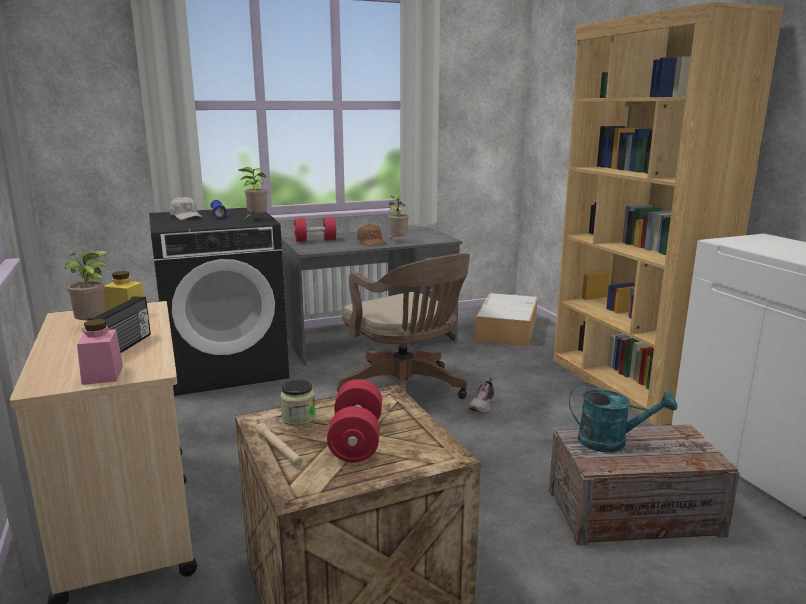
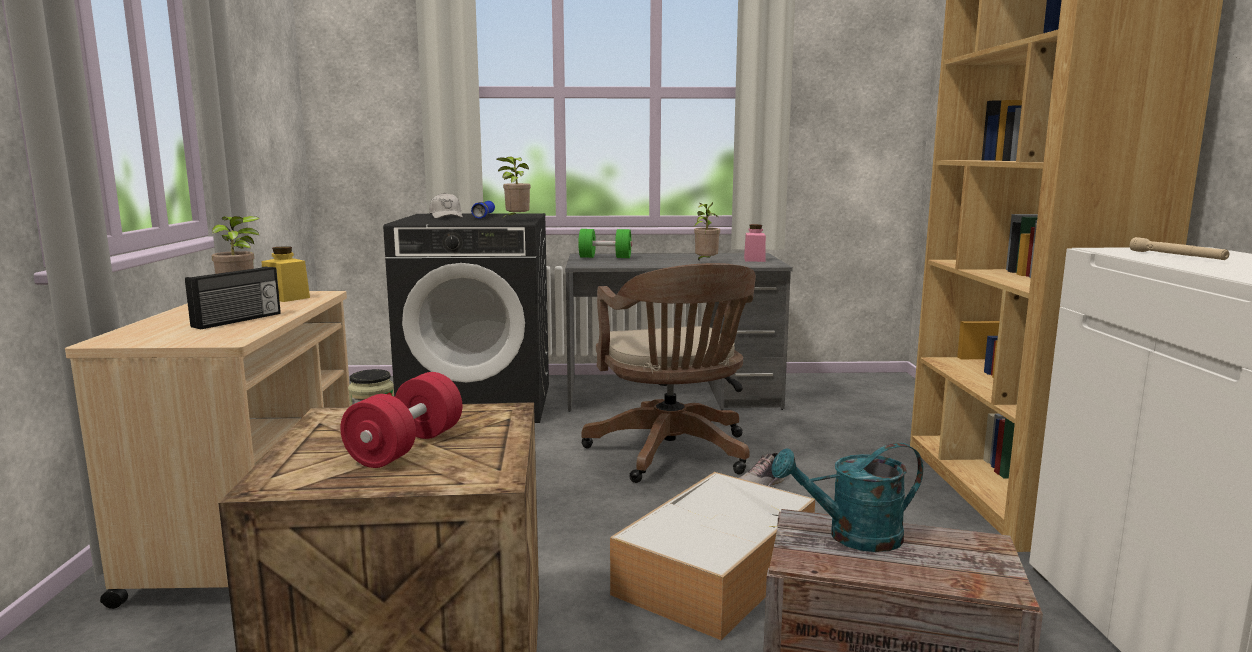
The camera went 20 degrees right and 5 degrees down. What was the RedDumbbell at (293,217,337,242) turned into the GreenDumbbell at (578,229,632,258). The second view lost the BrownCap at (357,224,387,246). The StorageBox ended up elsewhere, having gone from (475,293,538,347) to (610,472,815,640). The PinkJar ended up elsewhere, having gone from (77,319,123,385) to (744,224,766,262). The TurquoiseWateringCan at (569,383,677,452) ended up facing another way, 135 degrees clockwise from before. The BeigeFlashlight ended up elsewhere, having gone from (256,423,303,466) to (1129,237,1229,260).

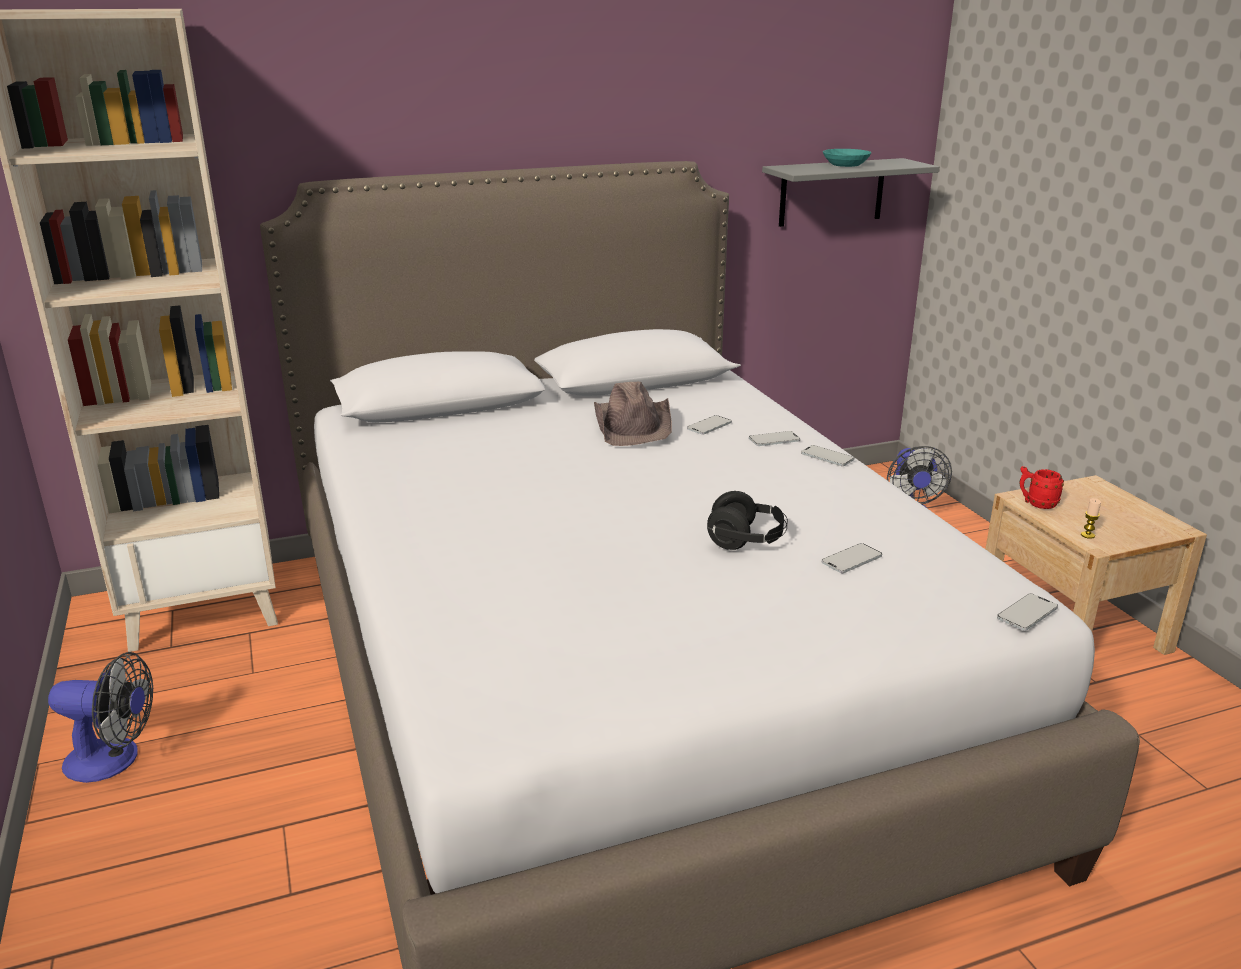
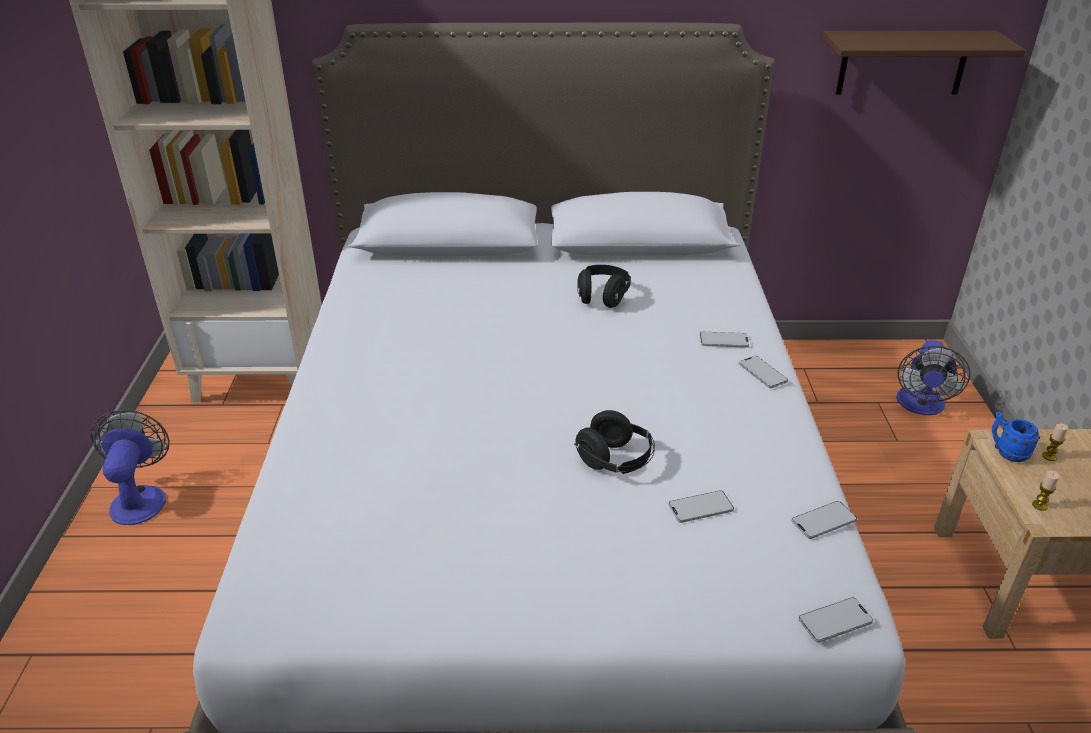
The camera went 20 degrees right and 10 degrees up. The second view lost the TurquoiseBowl at (823,149,871,167). What was the GreyShelf at (762,158,940,227) turned into the BrownShelf at (823,31,1026,95). Where the BrownHat stood at (594,382,672,446), the BlackHeadphones came to stand at (577,265,631,308). The Phone ended up elsewhere, having gone from (687,415,732,435) to (792,501,857,539). What was the RedMug at (1020,466,1064,509) turned into the BlueMug at (992,412,1040,462). The Fan at (48,652,153,783) ended up facing another way, 120 degrees counterclockwise from before. The second view gained the Candle at (1042,424,1068,461).

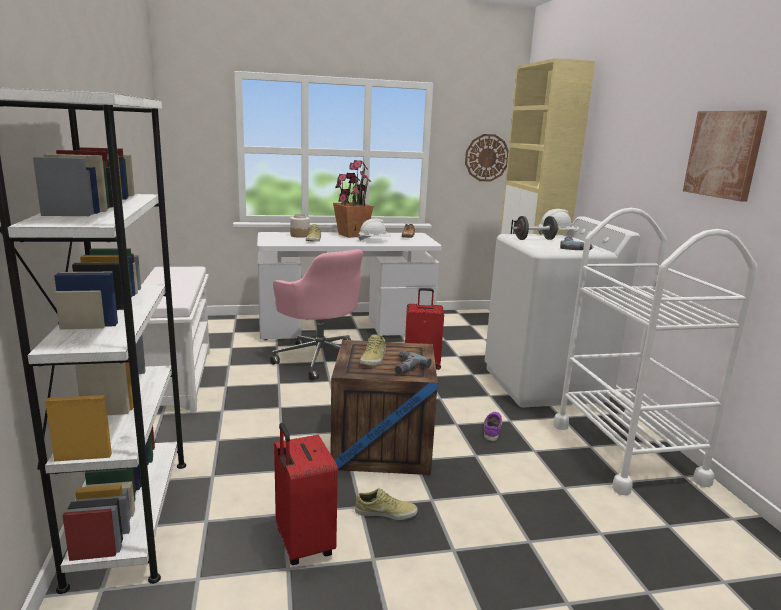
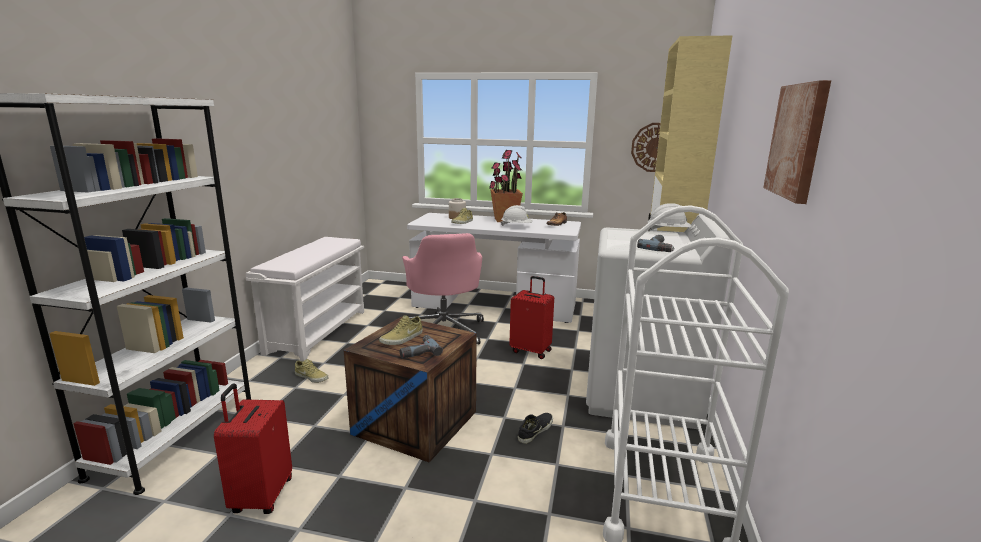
The camera went 25 degrees right and 0 degrees up. The second view lost the BlackDumbbell at (513,216,559,240). What was the PurpleShoe at (484,412,502,441) turned into the BlackShoe at (518,413,553,444). The BeigeShoe ended up elsewhere, having gone from (355,488,418,520) to (295,359,328,383).

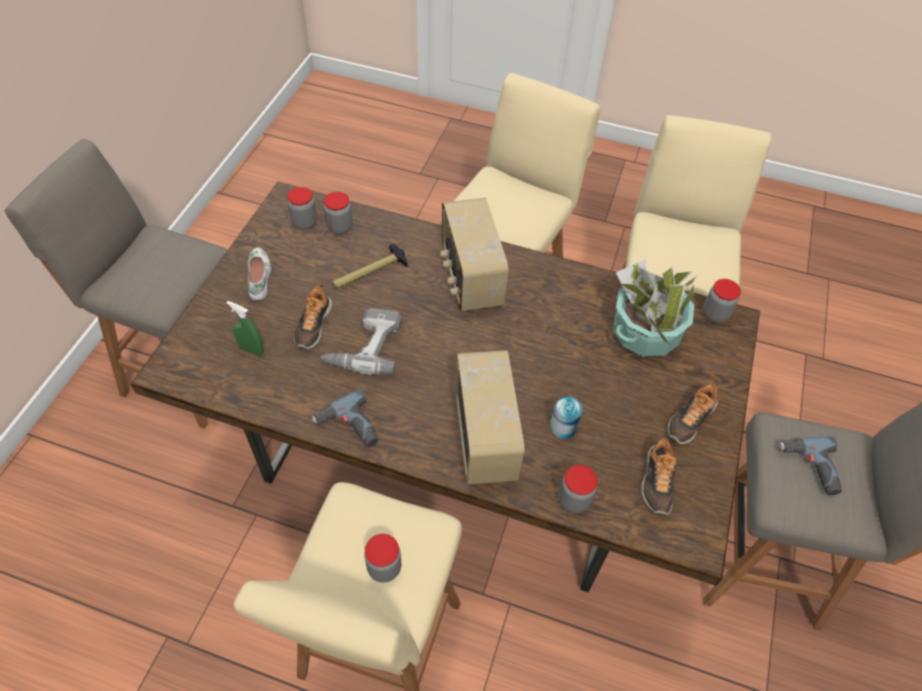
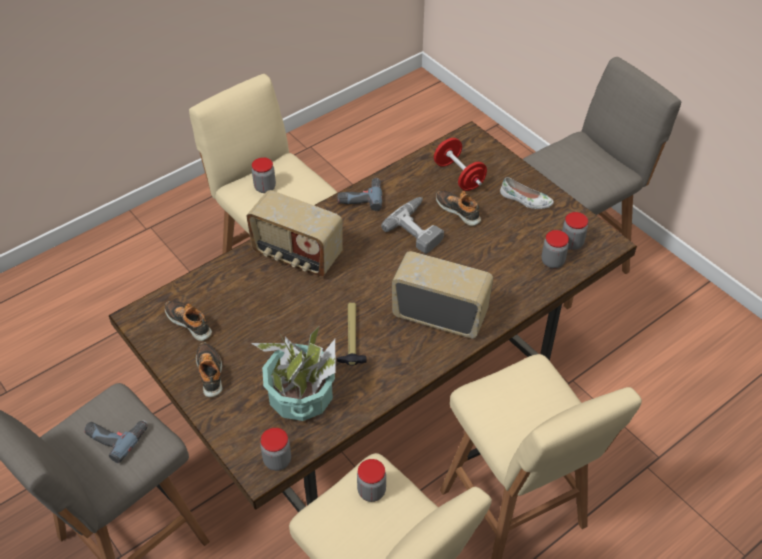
The camera went 125 degrees right and 5 degrees down. The Hammer ended up elsewhere, having gone from (332,244,408,289) to (337,303,367,366). Where the GreenSprayBottle stood at (227,301,264,356), the RedDumbbell came to stand at (434,138,487,191). The second view lost the Can at (550,396,583,439). The Jar ended up elsewhere, having gone from (559,465,597,513) to (357,459,386,502).

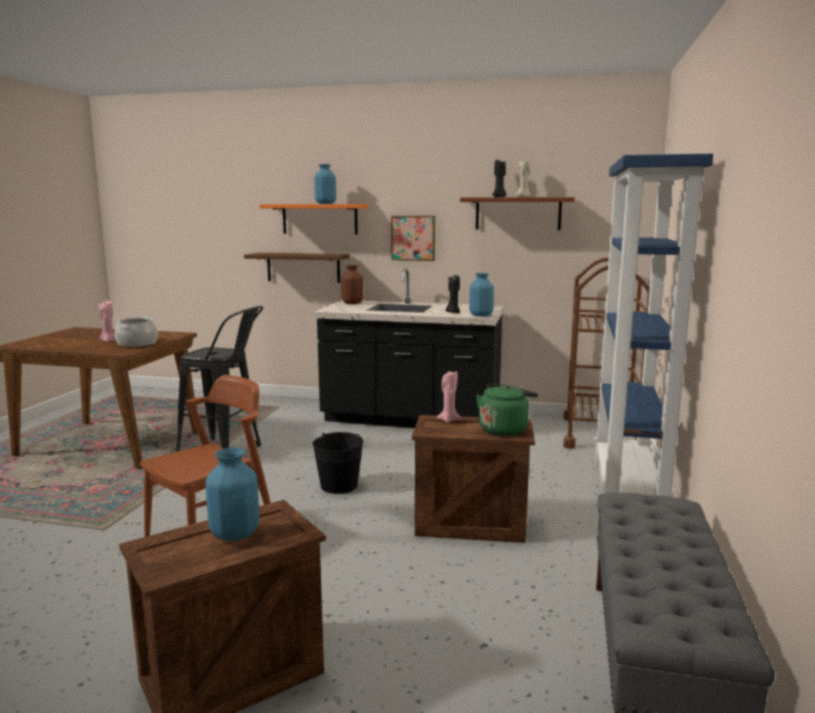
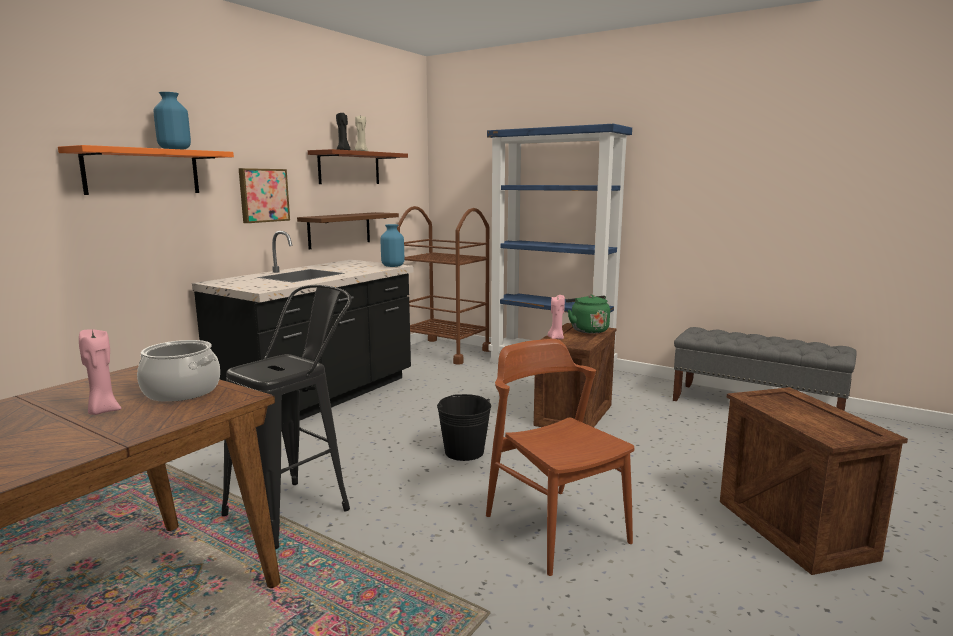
The camera went 70 degrees left and 0 degrees up. The BrownShelf ended up elsewhere, having gone from (244,253,350,283) to (297,212,399,249). The second view lost the BrownVase at (341,265,363,304). The second view lost the BlackCandle at (446,275,460,313). The second view lost the BlueVase at (205,448,259,541).

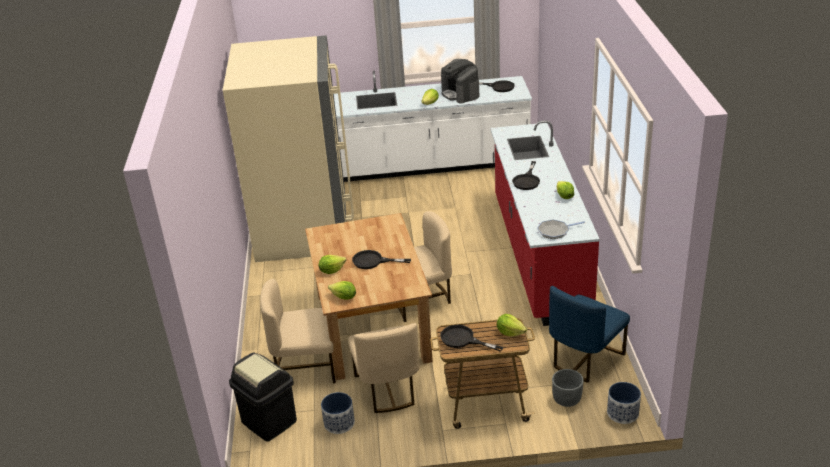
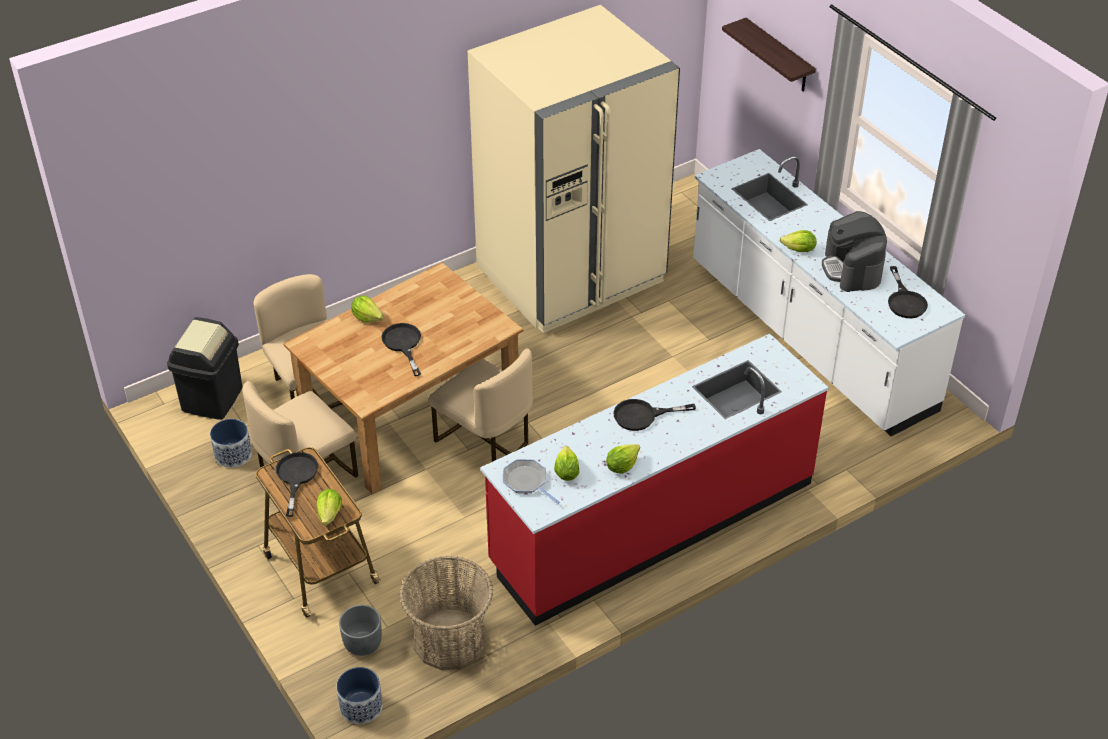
The camera went 60 degrees right and 10 degrees up. The CoffeeMachine at (441,59,479,103) ended up facing another way, 45 degrees counterclockwise from before. The Lettuce ended up elsewhere, having gone from (328,281,356,300) to (554,446,579,481). Where the BlueChair stood at (549,286,630,383), the Basket came to stand at (399,556,493,670). The second view gained the Shelf at (722,18,816,92).

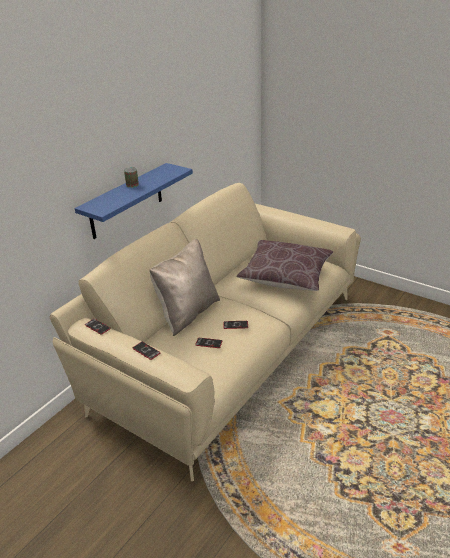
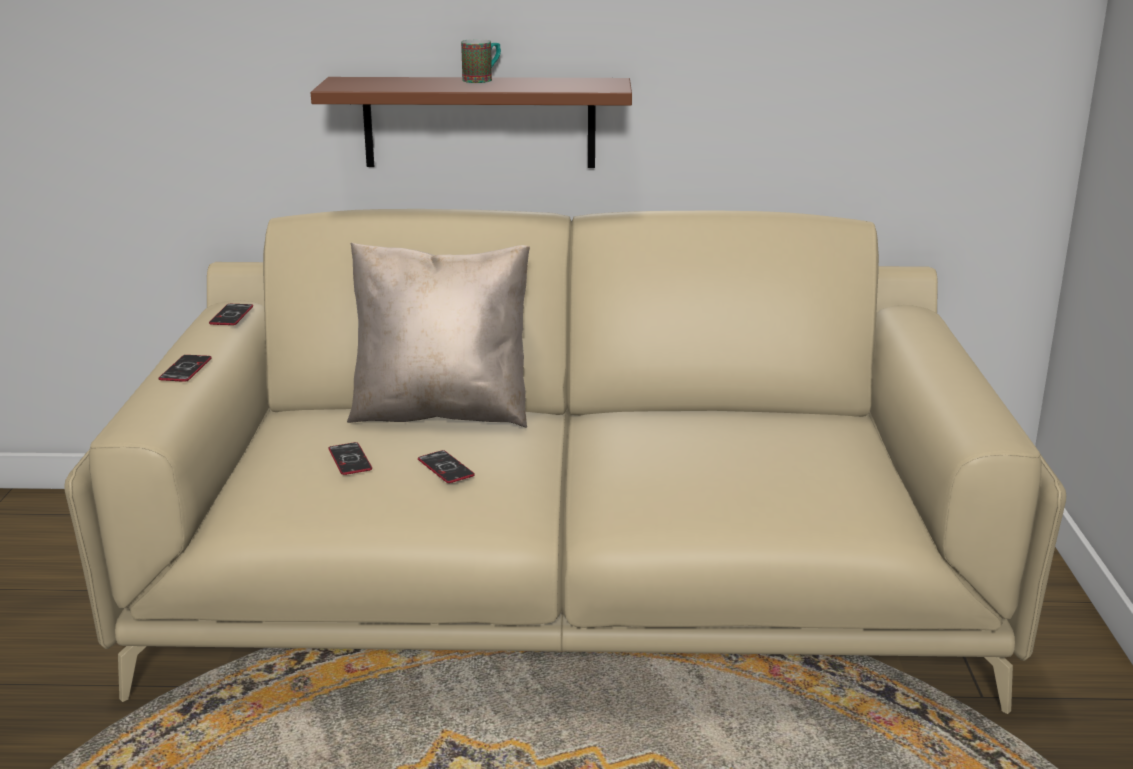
The camera went 55 degrees right and 10 degrees down. What was the BlueShelf at (75,163,193,239) turned into the BrownShelf at (311,77,632,168). The second view lost the BrownPillow at (236,240,333,291).

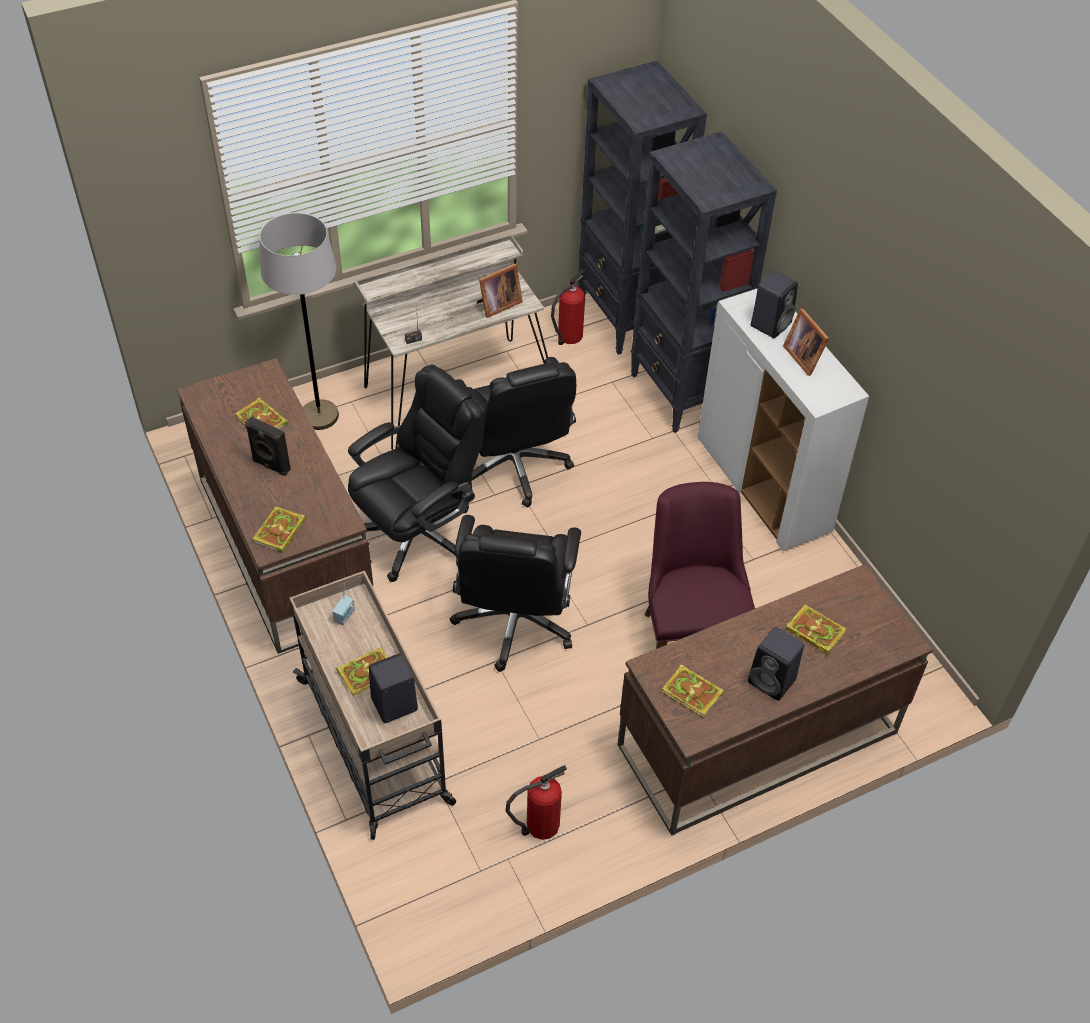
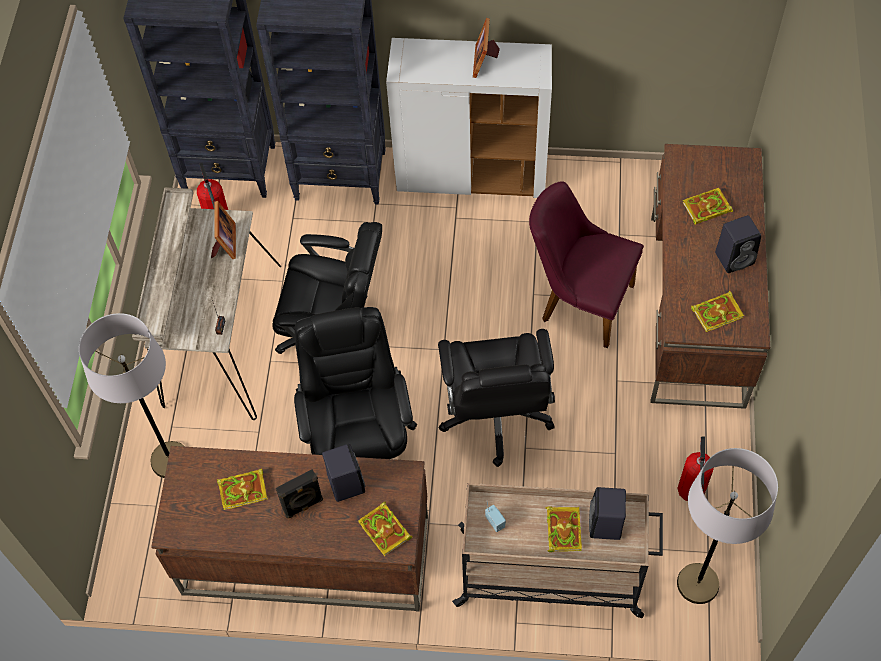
The camera went 55 degrees left and 10 degrees up. The BlackSpeaker ended up elsewhere, having gone from (751,271,798,338) to (322,444,365,502). The PictureFrame at (783,309,829,376) ended up facing another way, 90 degrees clockwise from before. The BlackOfficeChair at (450,515,581,672) ended up facing another way, 45 degrees clockwise from before. The second view gained the GreyFloorLamp at (677,448,778,604).

